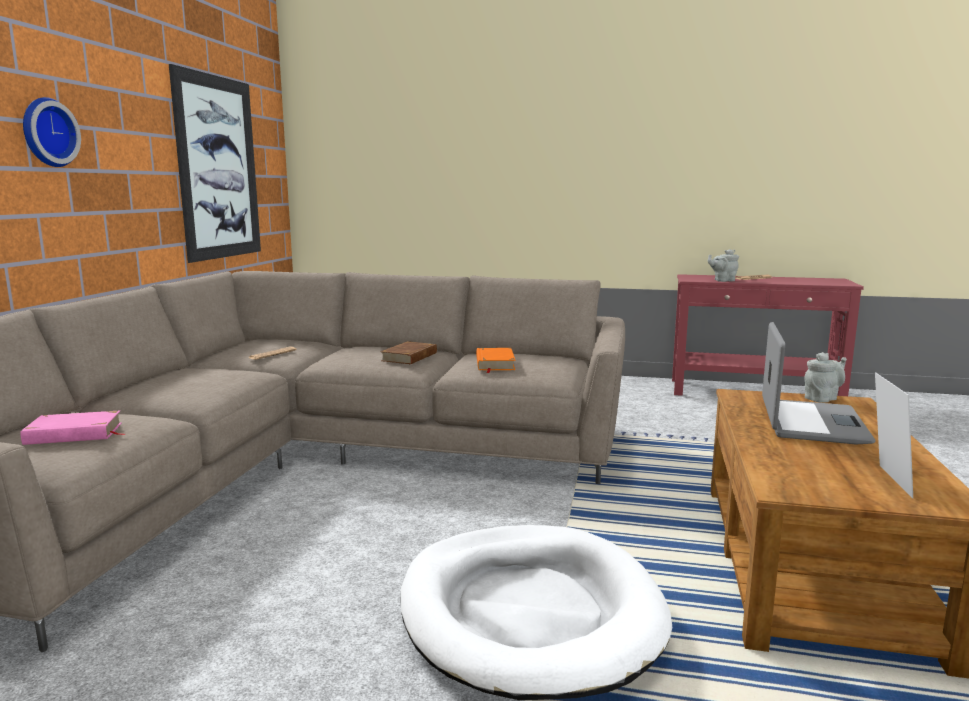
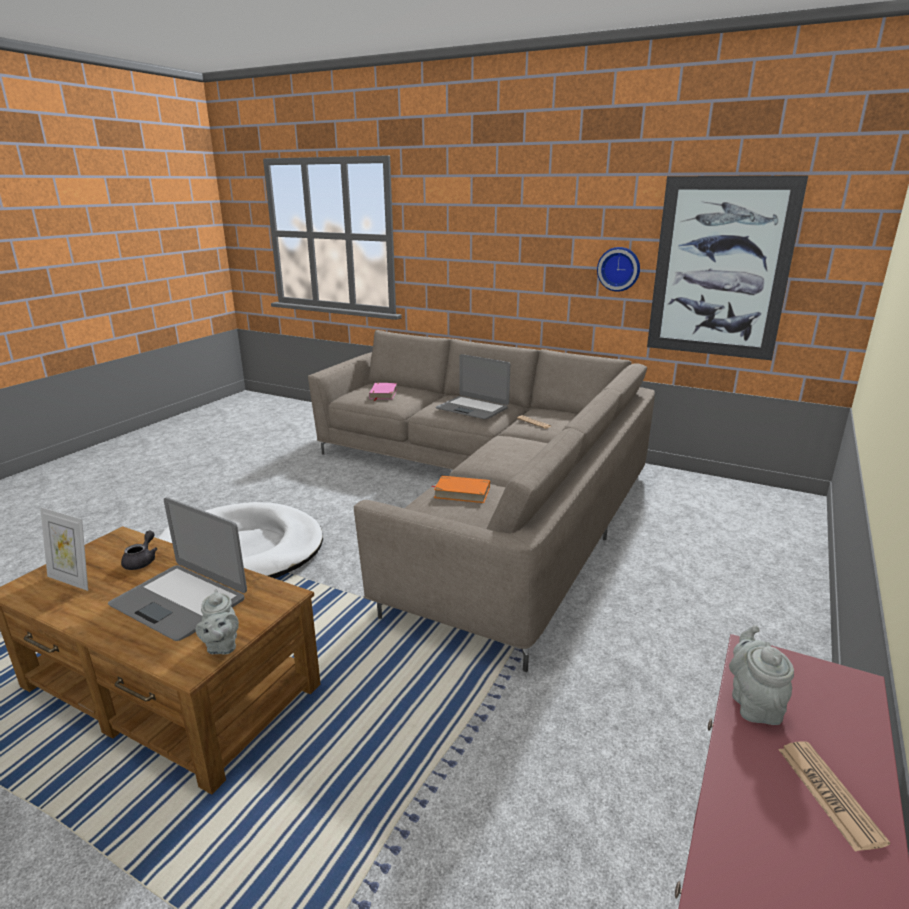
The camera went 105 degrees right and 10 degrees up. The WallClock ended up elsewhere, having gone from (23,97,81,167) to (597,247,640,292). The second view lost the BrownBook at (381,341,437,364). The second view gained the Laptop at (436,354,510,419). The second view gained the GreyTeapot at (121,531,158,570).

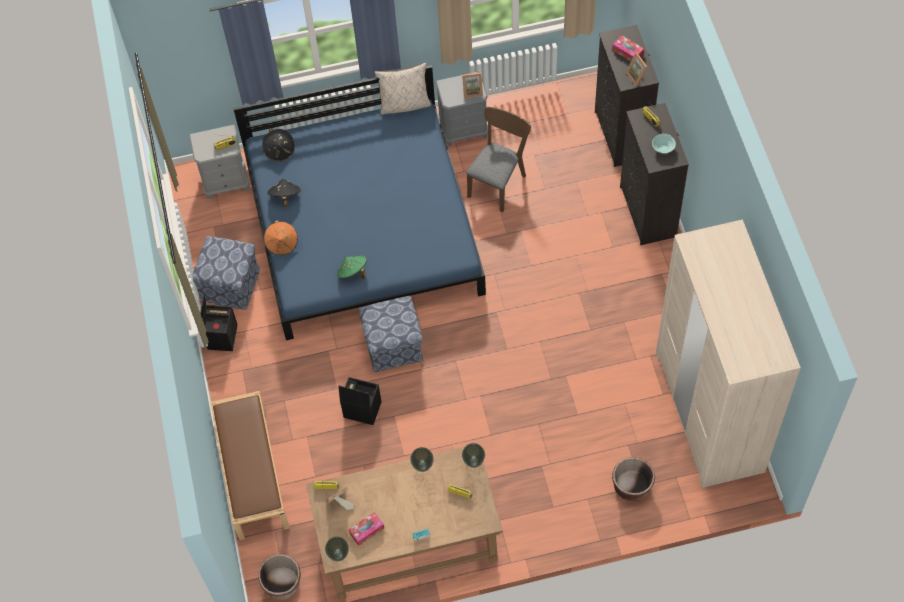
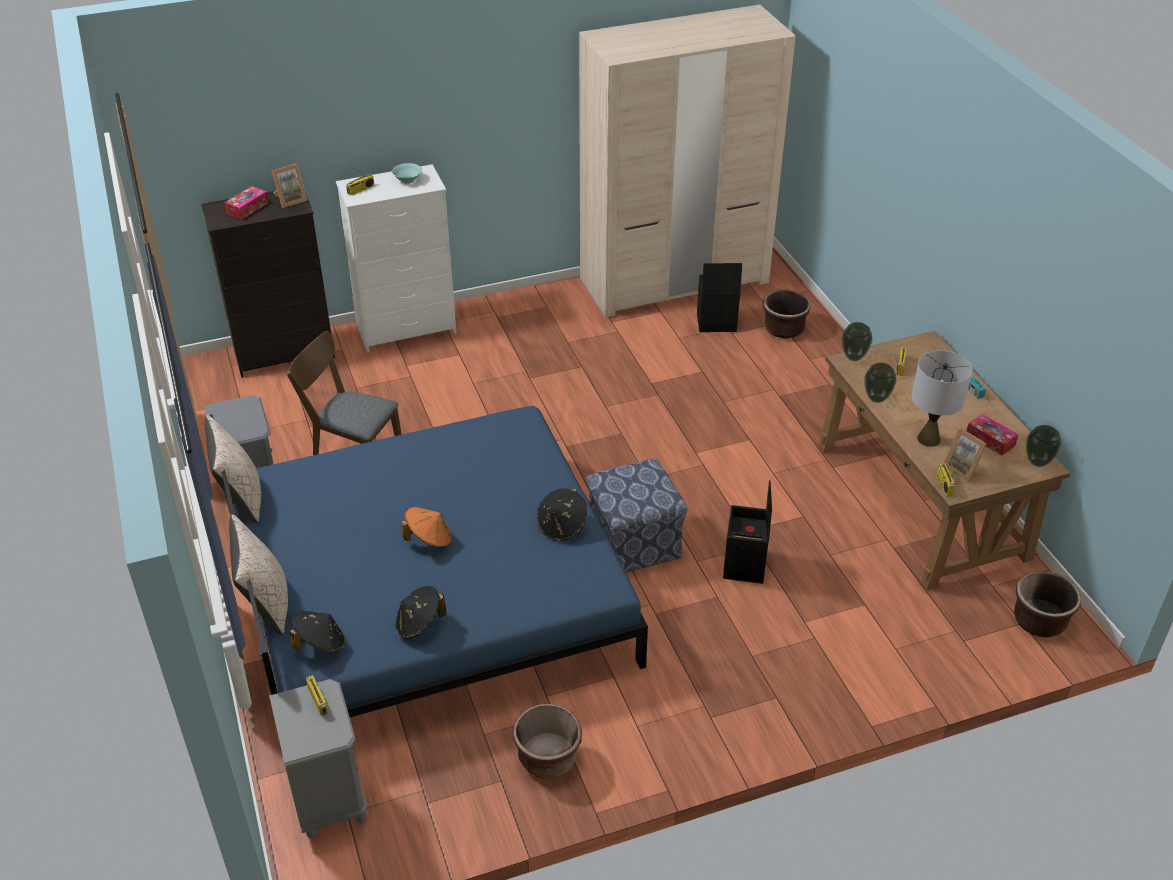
The camera went 100 degrees left and 20 degrees down. The second view lost the PictureFrame at (462,73,483,98). What was the BlackDresser at (620,103,689,245) turned into the WhiteDresser at (336,164,457,352). The OrangeHat ended up elsewhere, having gone from (264,220,298,255) to (401,507,452,548). Where the Ottoman stood at (192,236,260,310), the BrownPlanter came to stand at (513,704,582,779). What was the GreenHat at (337,255,367,279) turned into the BlackHat at (537,488,587,542). The BlackStorageBox ended up elsewhere, having gone from (200,292,237,351) to (697,263,742,332). The second view lost the BrownBench at (210,391,290,540). The second view gained the GreyTableLamp at (912,350,972,447). The second view gained the BeigePillow at (229,515,288,635).

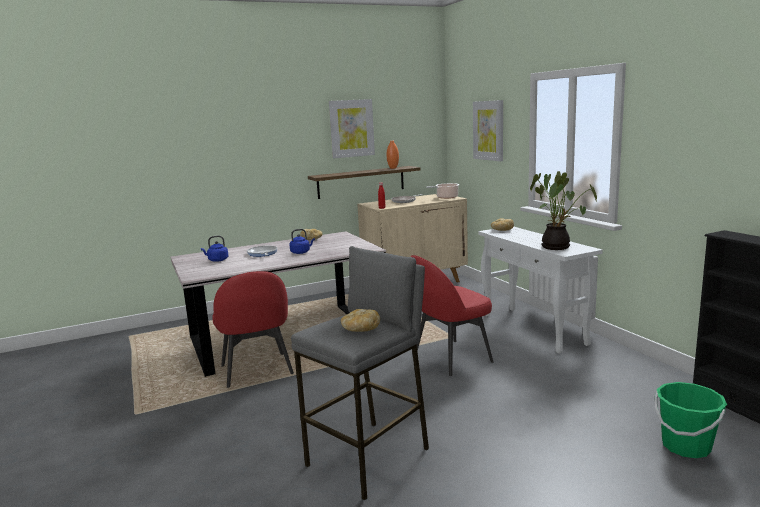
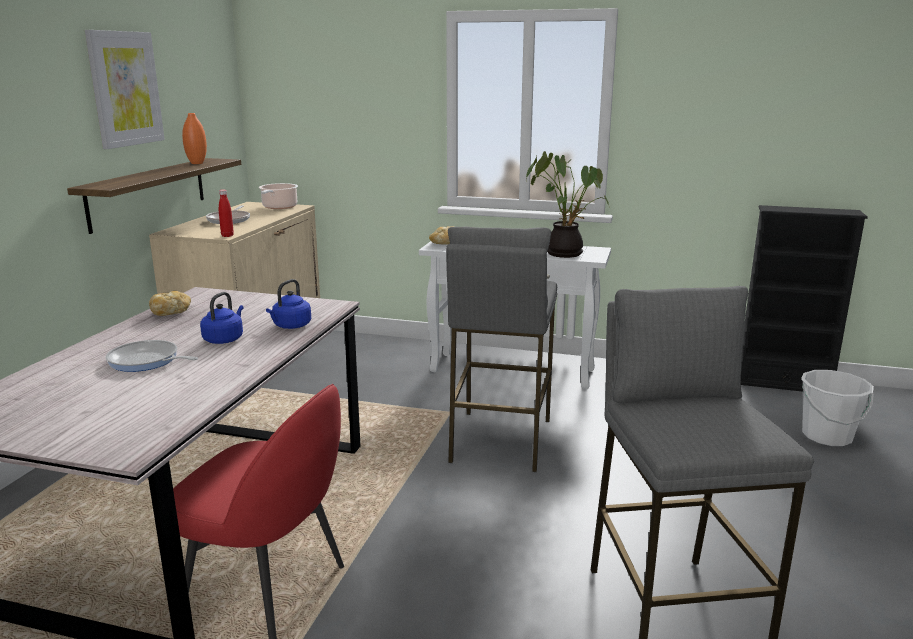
The camera went 50 degrees left and 5 degrees up. The second view lost the Picture at (473,100,503,161). The BlueKettle ended up elsewhere, having gone from (201,236,228,262) to (266,279,311,329). Where the RedChair stood at (411,255,493,376), the GreyStool came to stand at (446,227,557,472). The second view lost the Bread at (341,309,380,332). What was the GreenBucket at (655,382,727,458) turned into the WhiteBucket at (801,370,874,446).

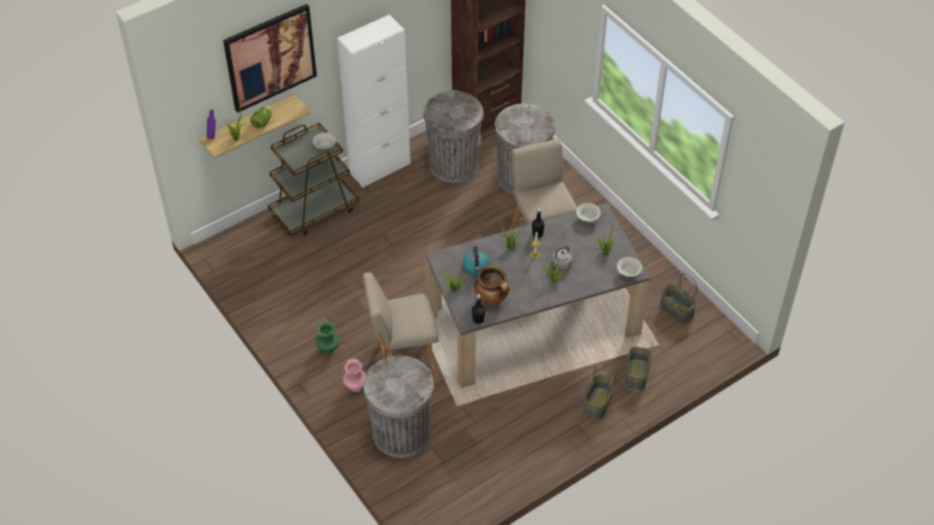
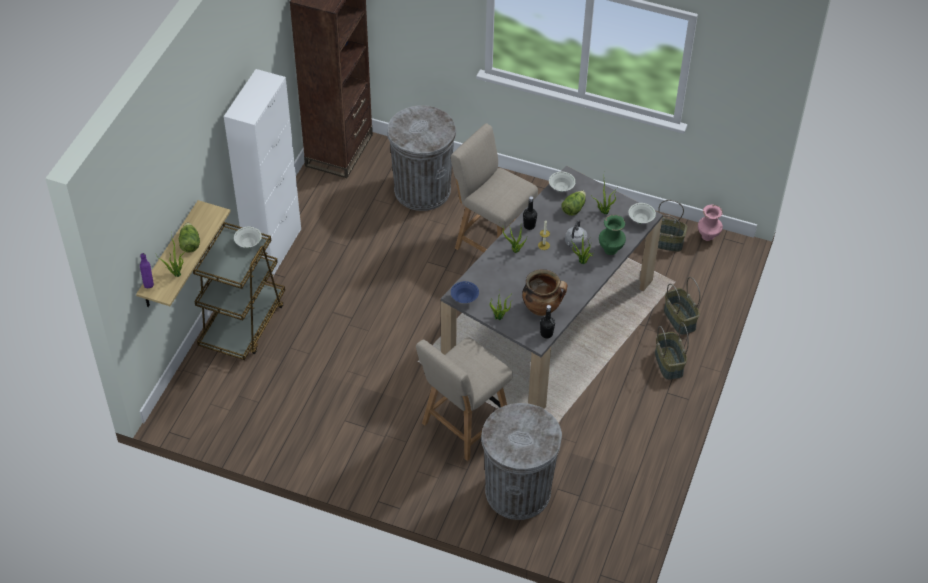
The camera went 35 degrees left and 0 degrees up. The second view lost the Picture at (223,4,317,113). The second view lost the GreyTrashCan at (423,90,484,183). The second view lost the Kettle at (463,247,489,275). The GreenVase ended up elsewhere, having gone from (316,321,339,354) to (599,215,626,255). The PinkVase ended up elsewhere, having gone from (343,359,366,392) to (698,204,723,241). The second view gained the Lettuce at (562,191,586,216). The second view gained the BlueBowl at (451,281,479,303).

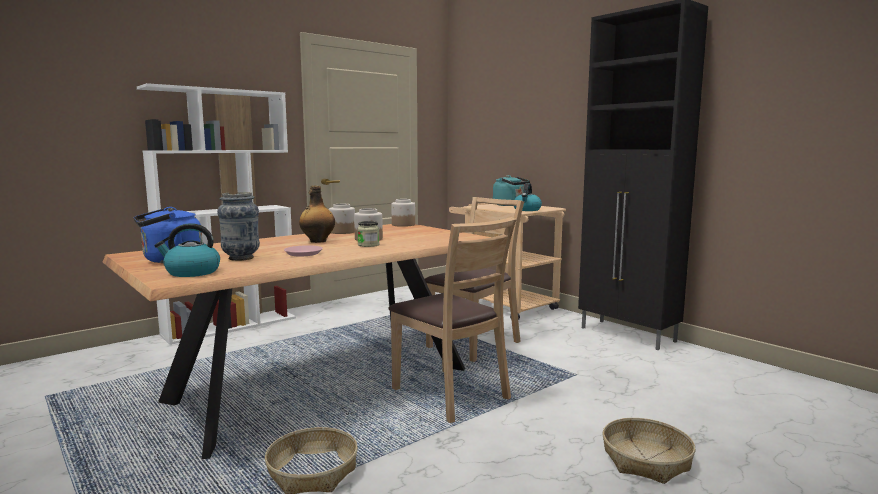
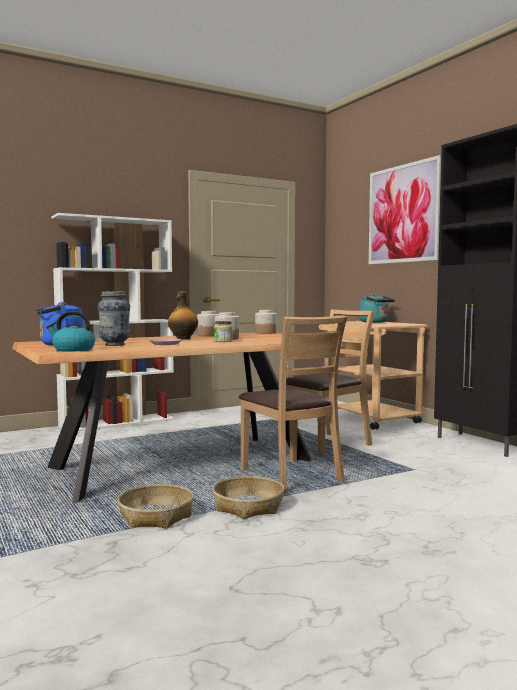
The camera went 10 degrees right and 5 degrees down. The second view lost the Kettle at (514,183,542,211). The Basket ended up elsewhere, having gone from (602,418,696,484) to (213,476,285,519). The second view gained the Picture at (369,155,441,264).

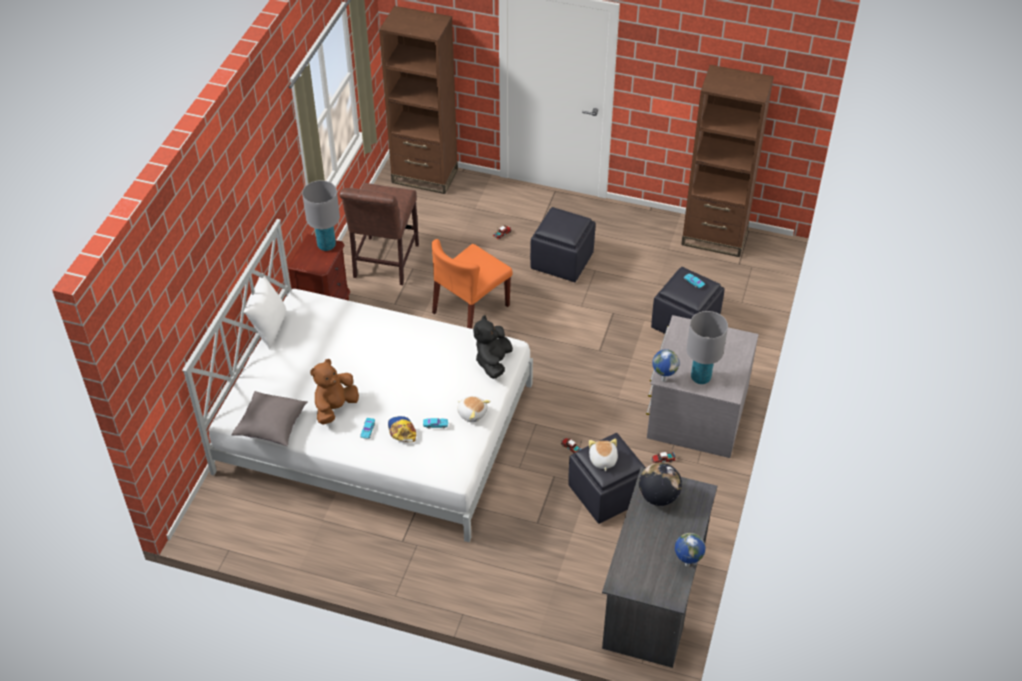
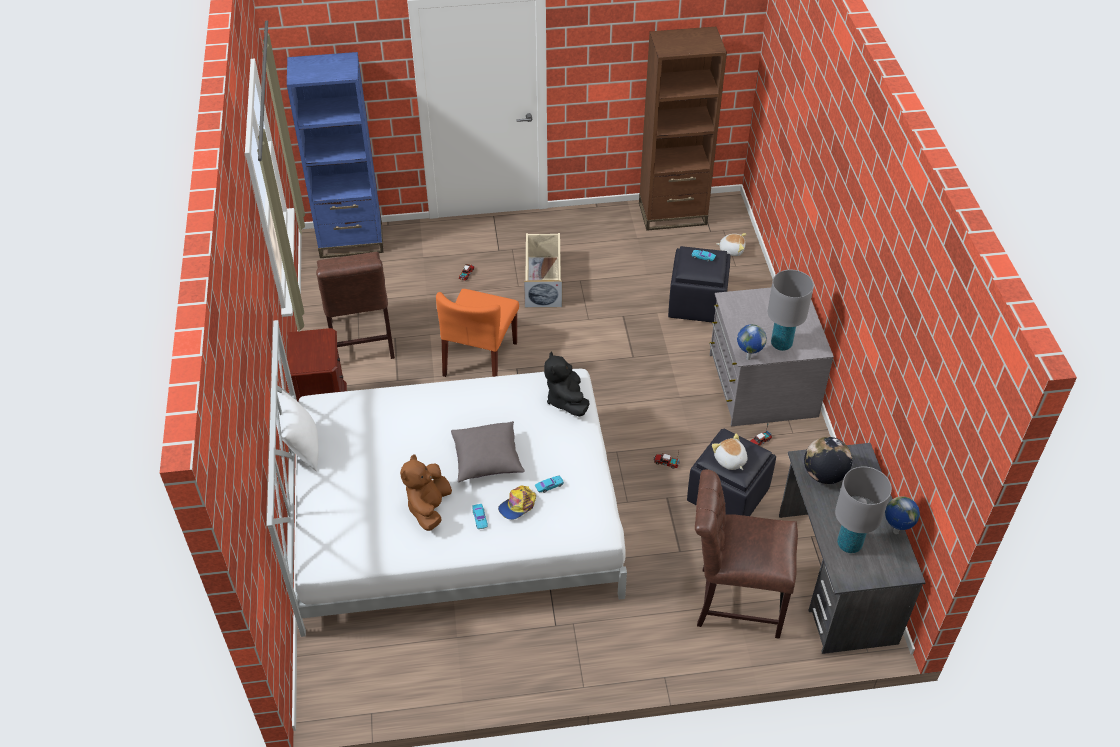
The camera went 25 degrees left and 0 degrees up. What was the BrownBookcase at (379,6,458,194) turned into the BlueBookcase at (287,52,384,258). The GreyTableLamp ended up elsewhere, having gone from (302,180,340,251) to (835,466,892,553). Where the BlackOttoman stood at (530,207,595,282), the BeigeStorageBox came to stand at (524,233,562,308). The GreyPillow ended up elsewhere, having gone from (231,391,308,446) to (451,421,525,482). The PlushToy ended up elsewhere, having gone from (457,396,490,423) to (716,233,746,256). The Cap at (388,416,416,442) ended up facing another way, 90 degrees counterclockwise from before. The second view gained the BrownChair at (695,469,798,639).

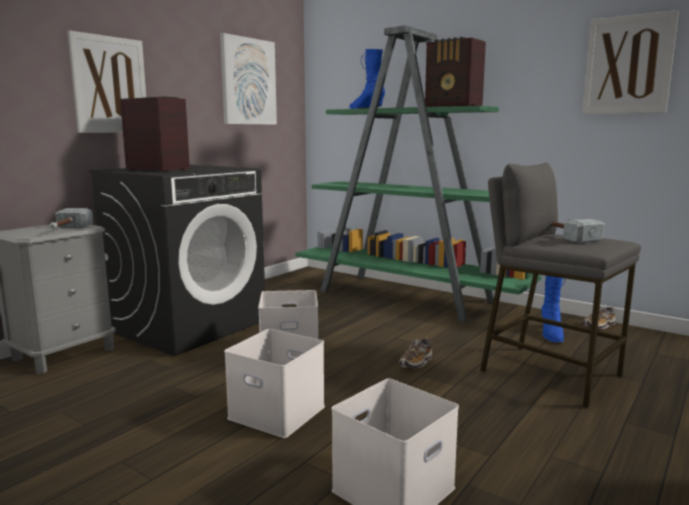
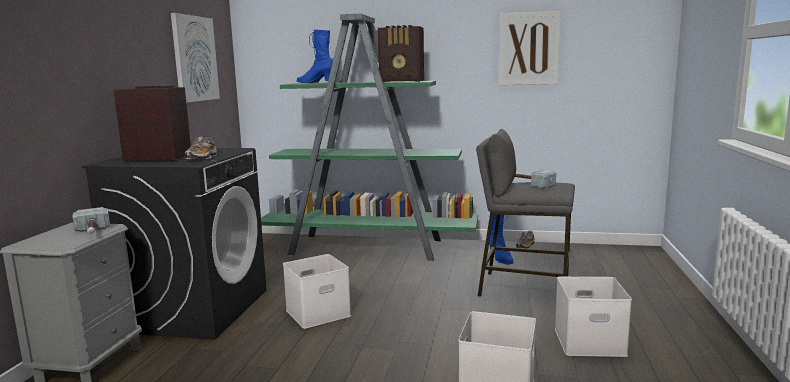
The camera went 25 degrees left and 0 degrees up. The second view lost the Picture at (68,30,146,133). The WhiteStorageBox ended up elsewhere, having gone from (224,329,325,438) to (555,277,632,357). The Shoe ended up elsewhere, having gone from (399,338,432,368) to (185,137,217,160).

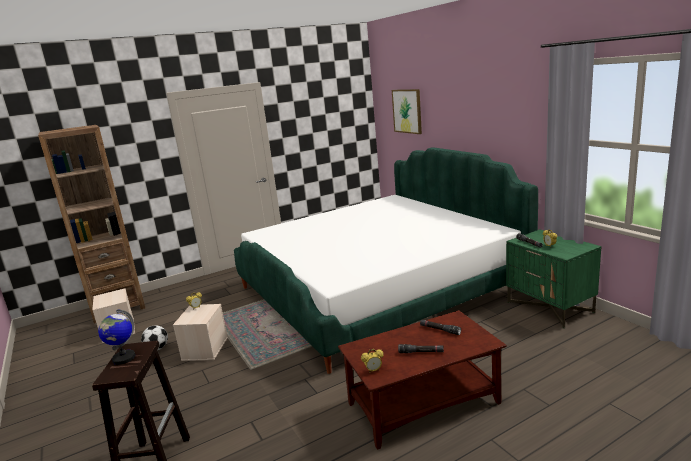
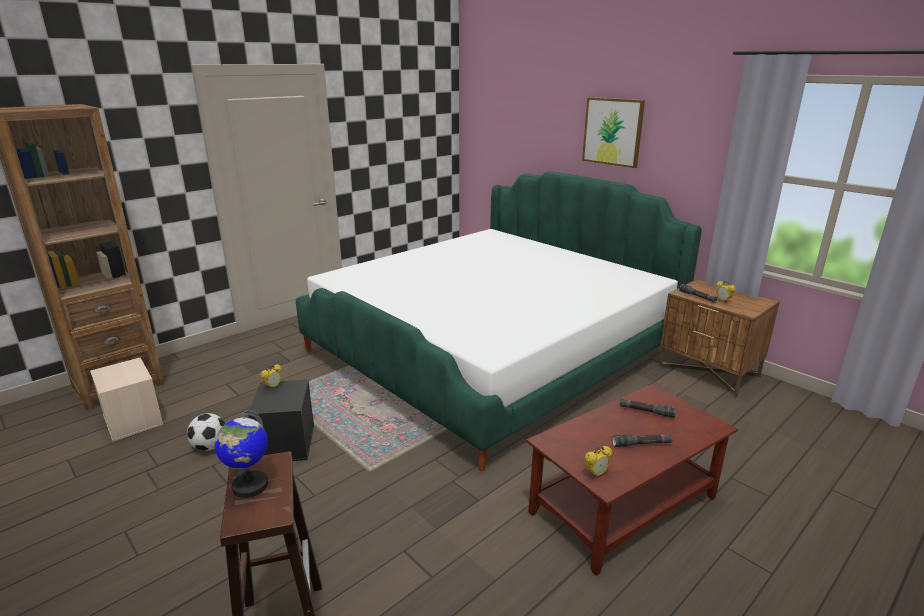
The camera went 15 degrees left and 5 degrees up. The Picture ended up elsewhere, having gone from (392,89,422,134) to (582,97,645,168). What was the GreenNightstand at (506,229,602,328) turned into the BrownNightstand at (658,279,780,398). What was the BeigeStorageBox at (173,304,228,361) turned into the BlackStorageBox at (249,379,314,461).

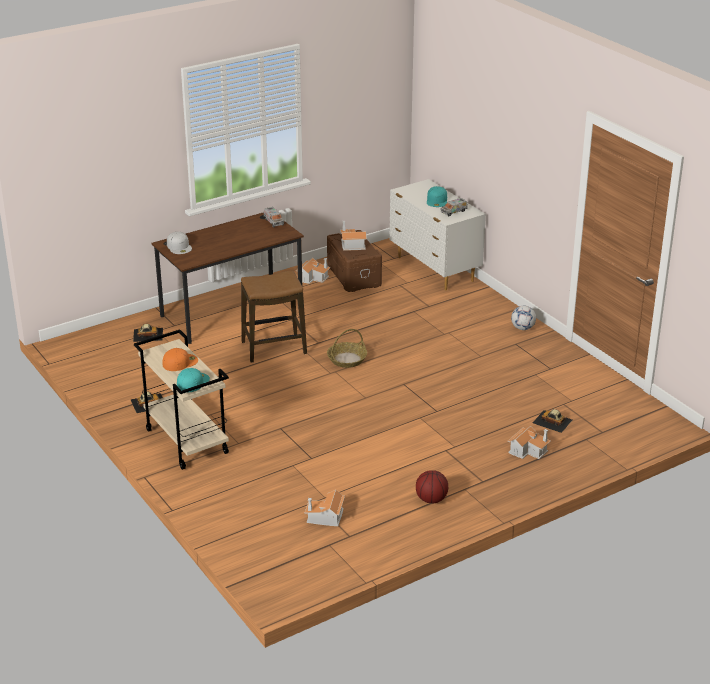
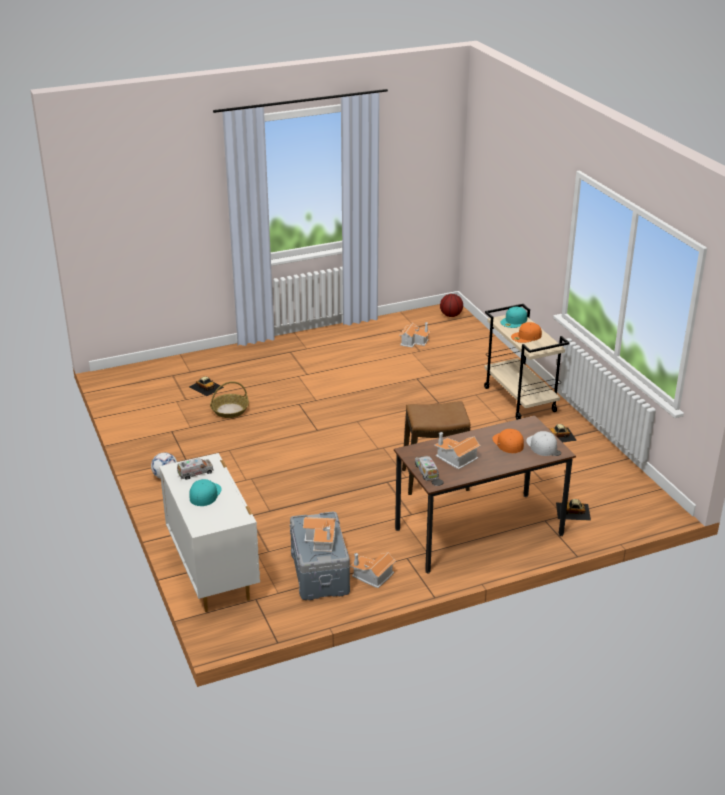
The camera went 170 degrees left and 0 degrees up. What was the BrownStorageBox at (327,230,382,292) turned into the GreyStorageBox at (290,512,350,600). The Basket ended up elsewhere, having gone from (327,329,367,368) to (210,381,249,418). The ToyHouse ended up elsewhere, having gone from (508,426,551,459) to (434,432,481,469). The Basketball ended up elsewhere, having gone from (416,470,448,503) to (440,294,463,317). The second view gained the OrangeCap at (492,429,524,453).

